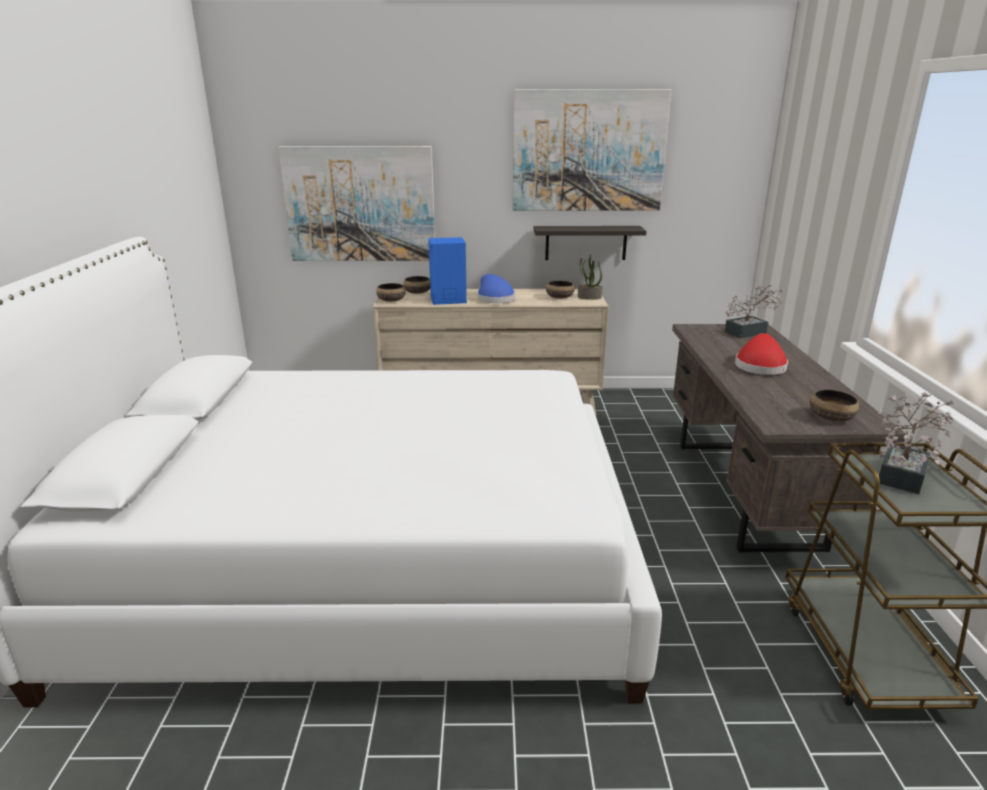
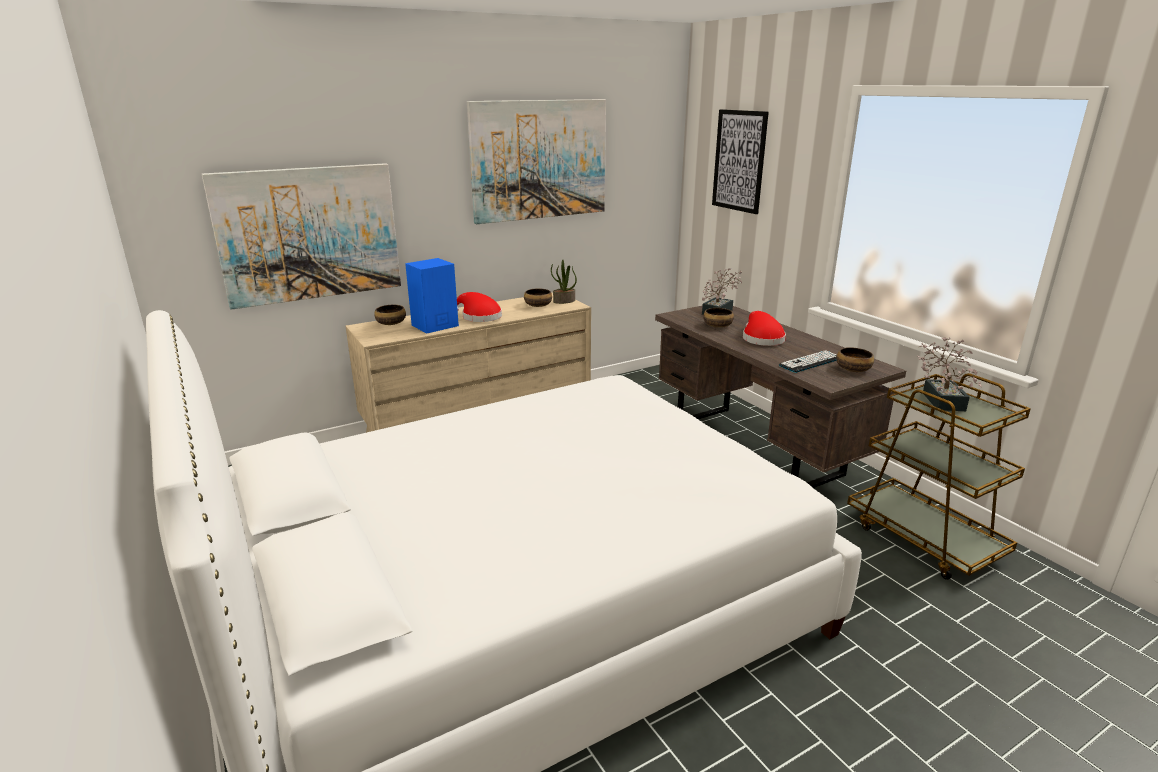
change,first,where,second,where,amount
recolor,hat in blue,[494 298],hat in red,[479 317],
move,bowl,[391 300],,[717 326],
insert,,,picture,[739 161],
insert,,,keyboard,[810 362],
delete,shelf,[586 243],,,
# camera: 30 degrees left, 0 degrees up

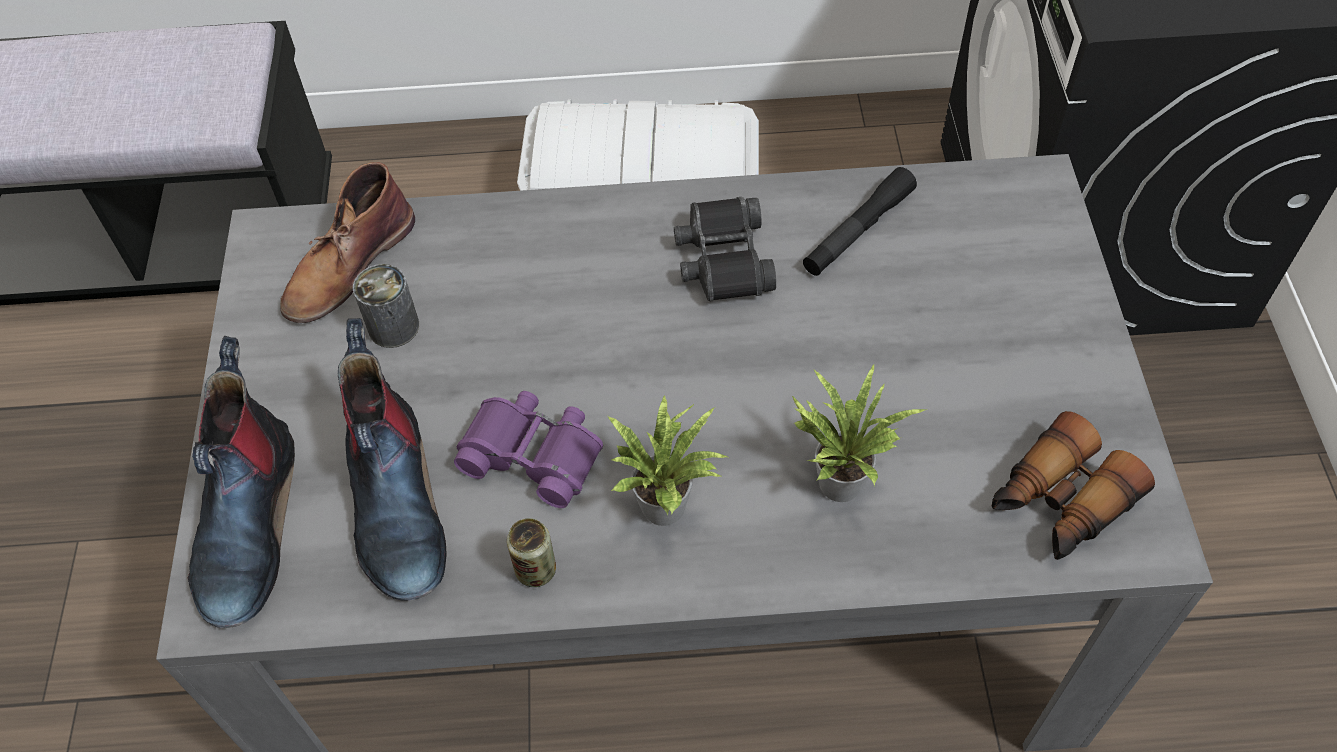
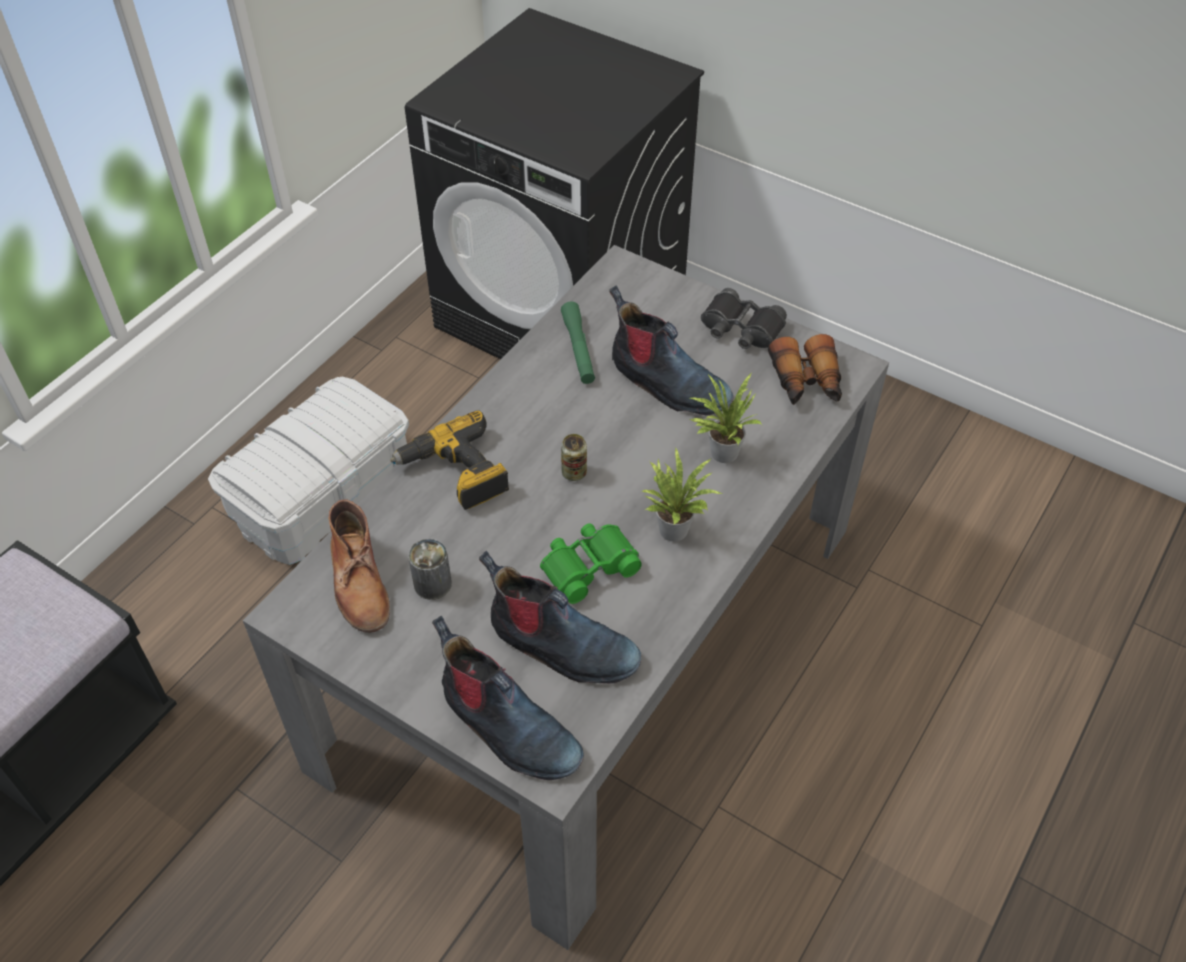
change,first,where,second,where,amount
insert,,,power drill,[456 473],
recolor,binoculars in purple,[533 454],binoculars in green,[588 566],
recolor,flashlight in black,[858 231],flashlight in green,[578 349],
move,can,[536 570],,[574 473],
insert,,,boot,[666 384],
move,binoculars in black,[723 259],,[741 329],
# camera: 55 degrees left, 5 degrees down

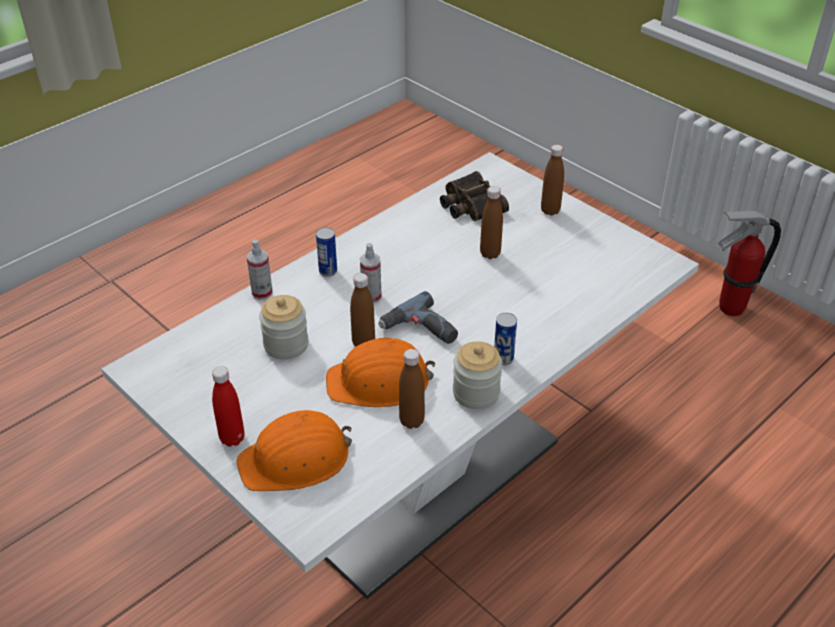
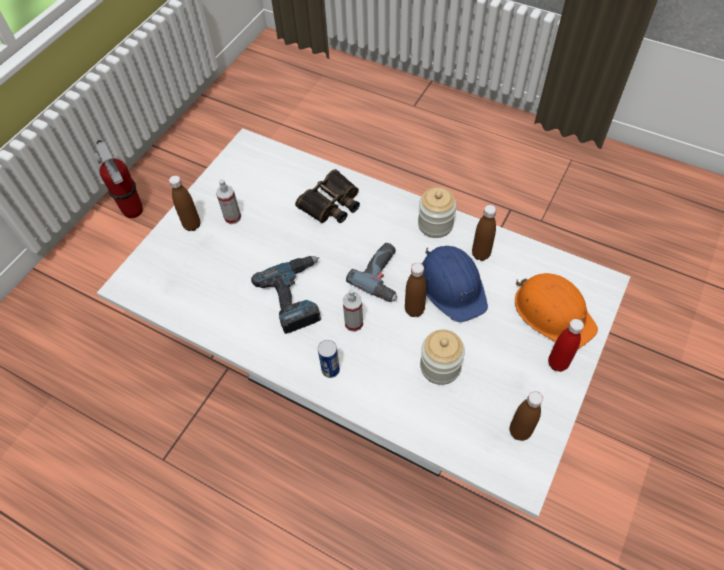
change,first,where,second,where,amount
move,spray bottle,[262 293],,[232 217],
insert,,,power drill,[296 296],
move,binoculars,[470 204],,[332 204],
recolor,hard hat in orange,[379 382],hard hat in blue,[452 285],
move,bottle in brown,[490 254],,[519 431],
delete,can,[503 358],,,
# camera: 105 degrees left, 15 degrees up

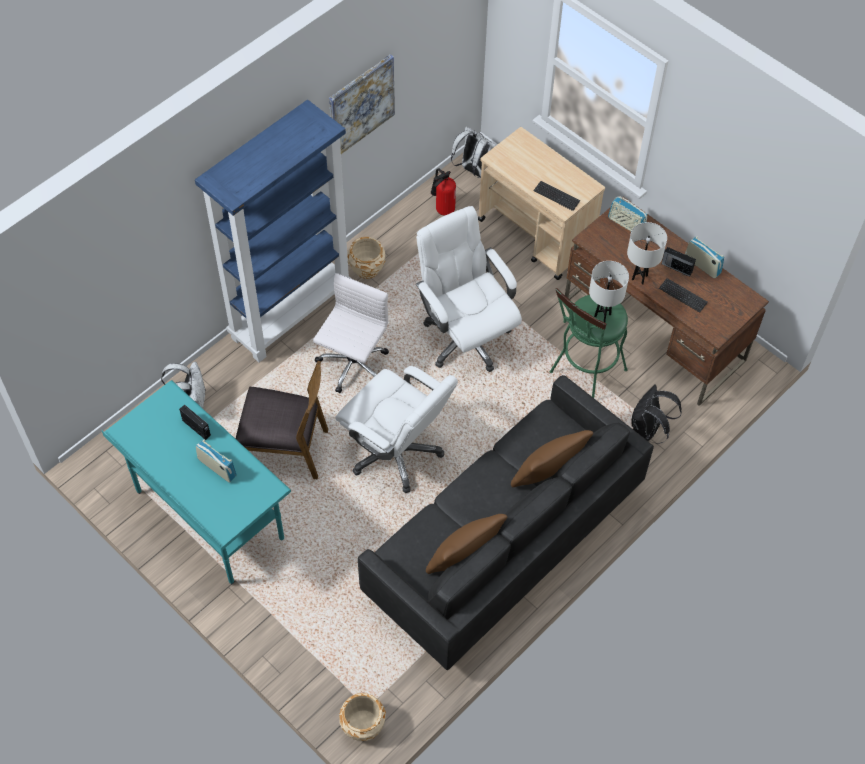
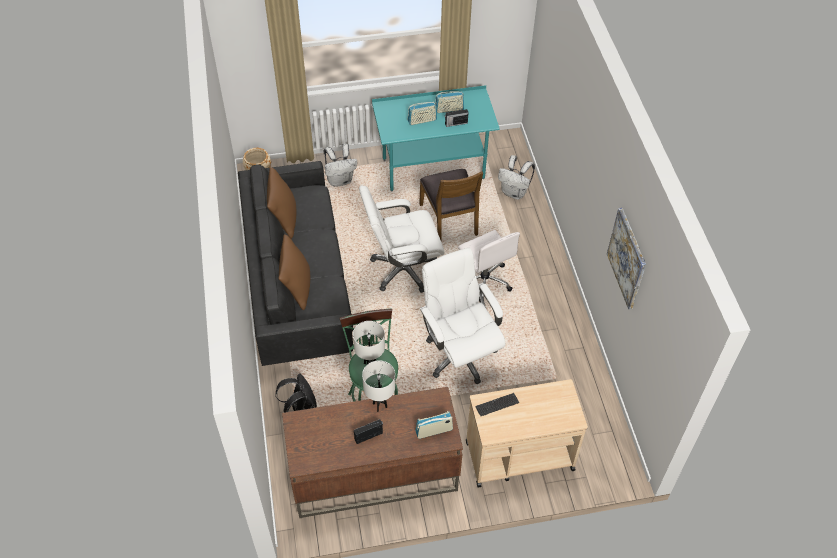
change,first,where,second,where,amount
move,backpack in white,[474 171],,[340 180],
rotate,chair in brown,[284 449],,[449 220],60 degrees counterclockwise
rotate,office chair in white,[465 337],,[459 354],120 degrees counterclockwise
move,radio,[702 265],,[449 109],
delete,bookcase in blue,[291 313],,,
delete,planter in beige,[366 268],,,
delete,fire extinguisher,[442 209],,,
delete,keyboard,[683 296],,,
# camera: 125 degrees right, 5 degrees down

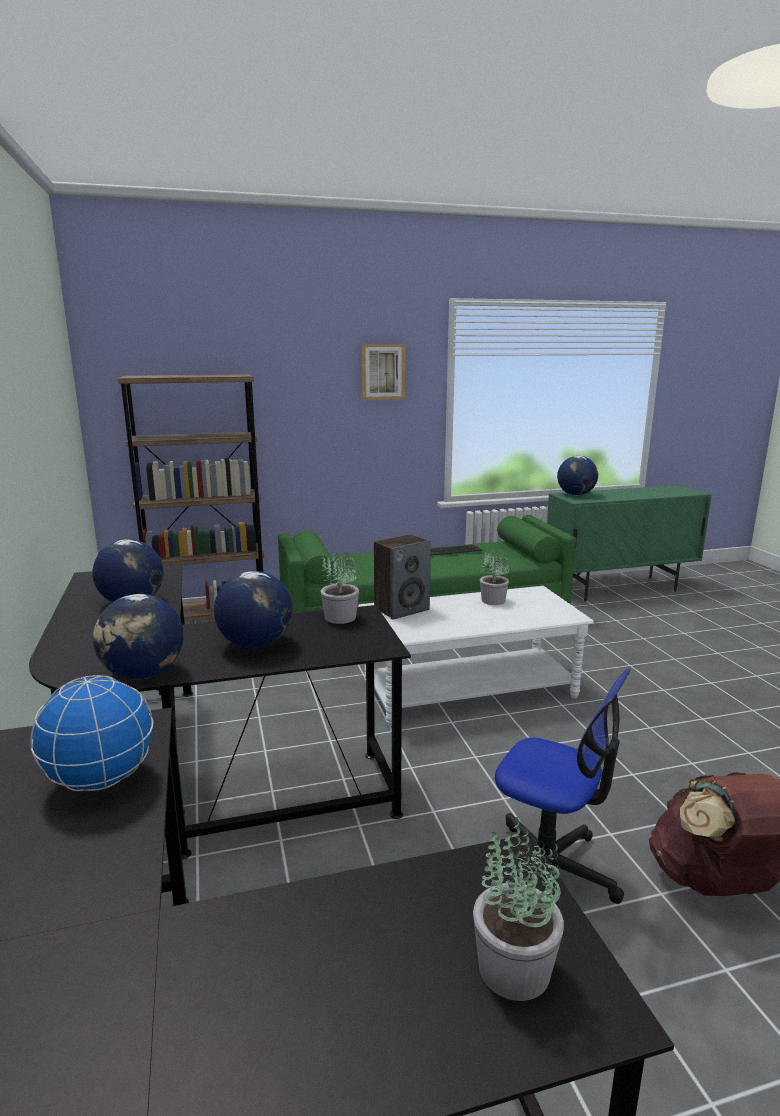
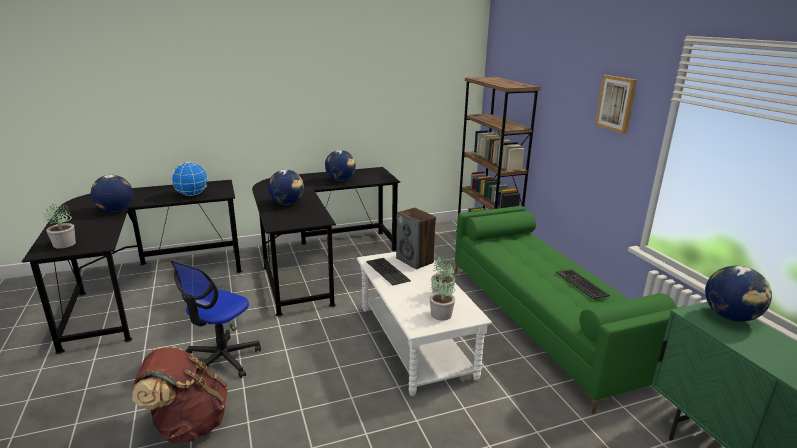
change,first,where,second,where,amount
move,globe,[143 674],,[115 210],
insert,,,keyboard,[388 271],
move,potted plant,[340 617],,[441 314],
# camera: 85 degrees right, 5 degrees up

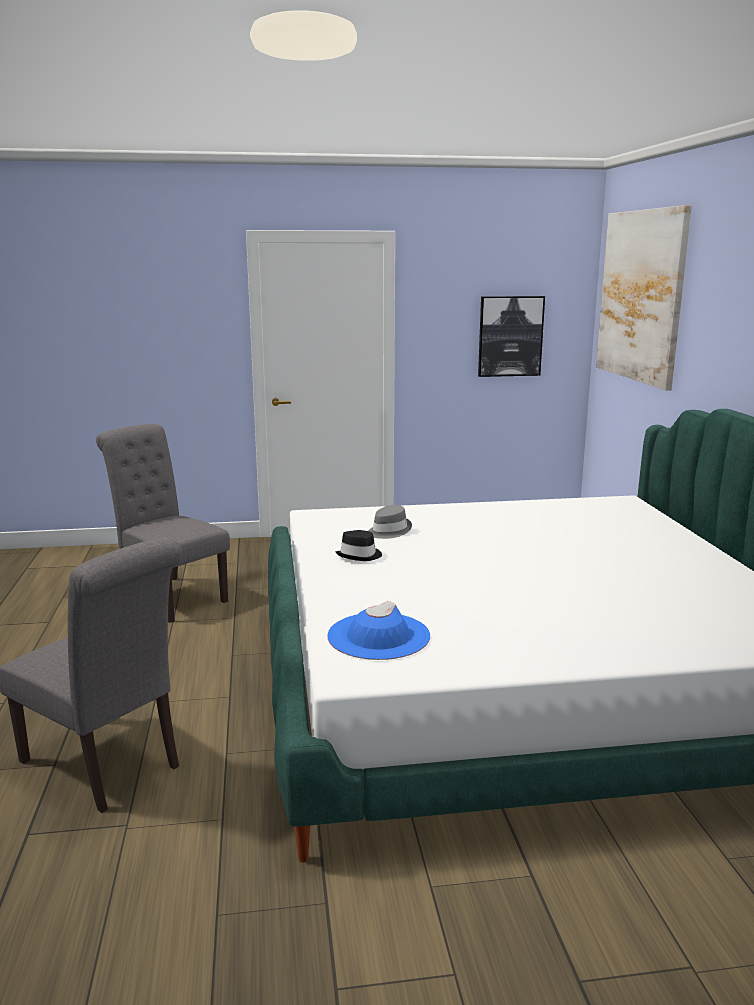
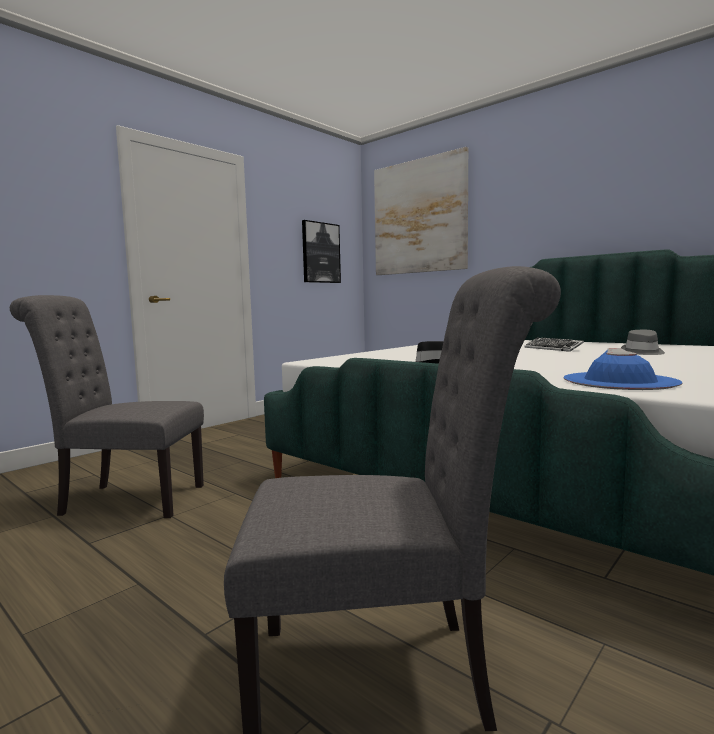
change,first,where,second,where,amount
insert,,,keyboard,[553 348],
move,hat in grey,[388 531],,[642 352],
# camera: 40 degrees left, 10 degrees down

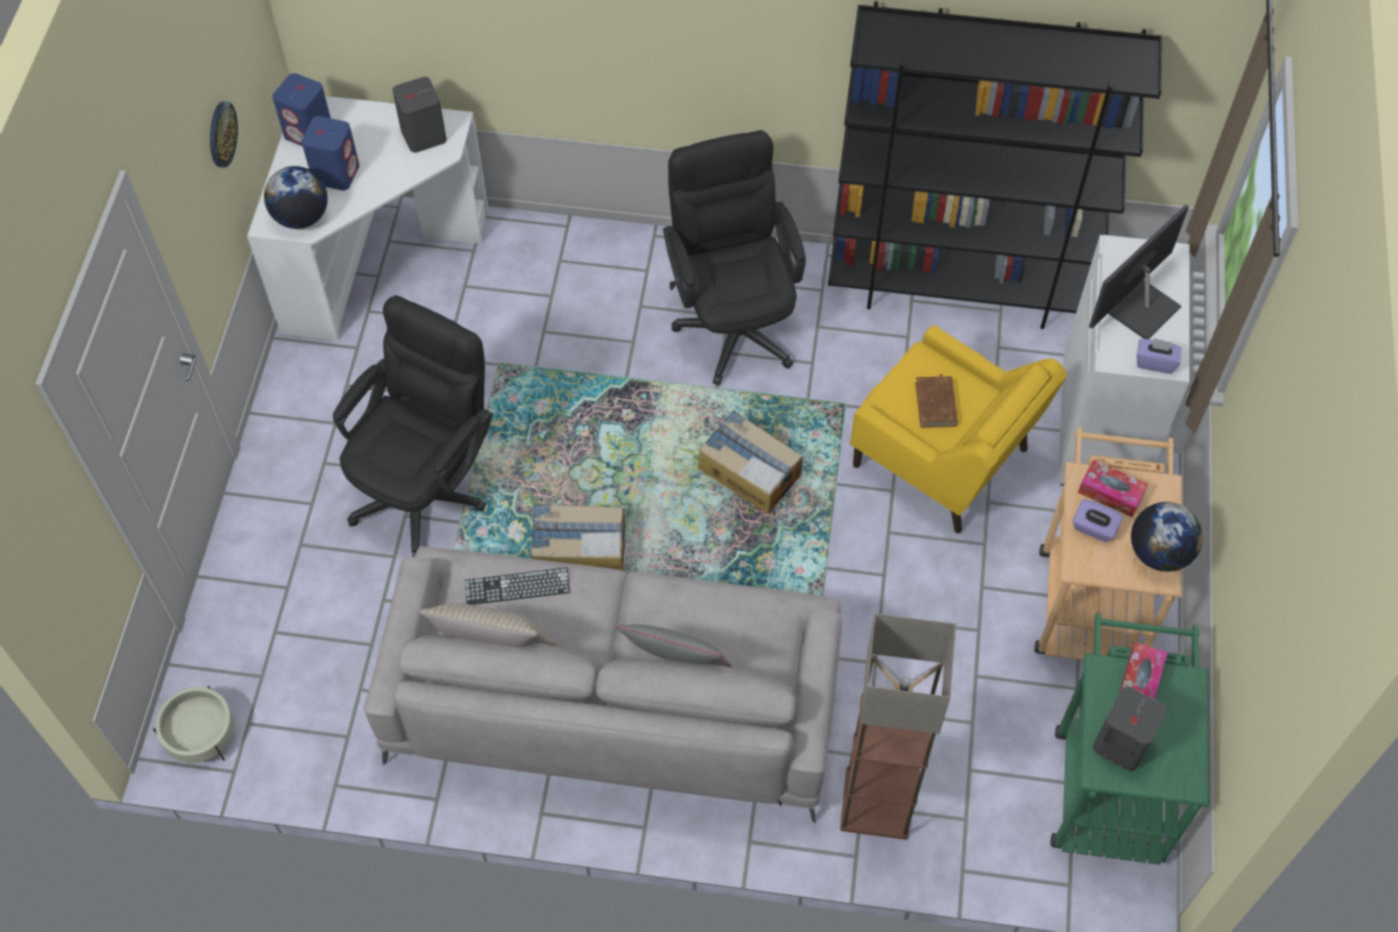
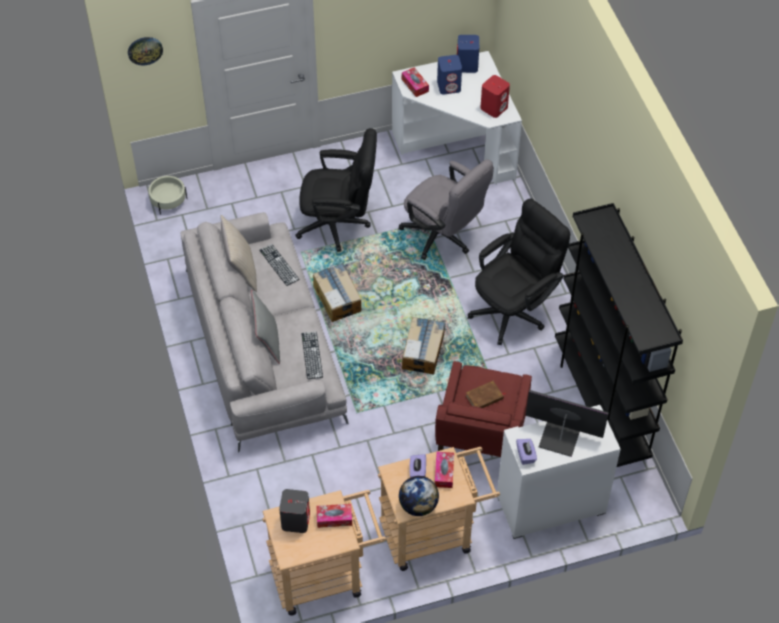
change,first,where,second,where,amount
move,wall clock,[221 134],,[145 50],
recolor,cart in green,[1108 780],cart in beige,[325 575],
insert,,,keyboard,[312 355],
insert,,,office chair in grey,[443 237],
replace,globe,[301 217],tissue box,[415 85],
recolor,armchair in yellow,[943 460],armchair in red,[481 435],
recolor,speaker in grey,[423 135],speaker in red,[494 107],
delete,floor lamp,[875 804],,,
# camera: 65 degrees right, 5 degrees down

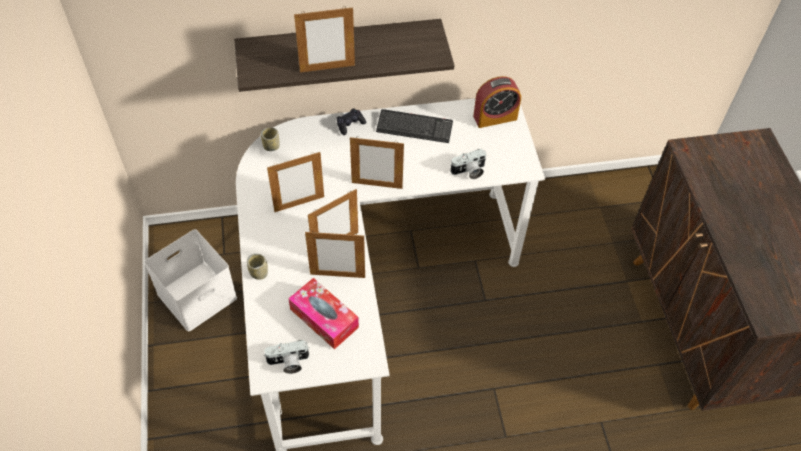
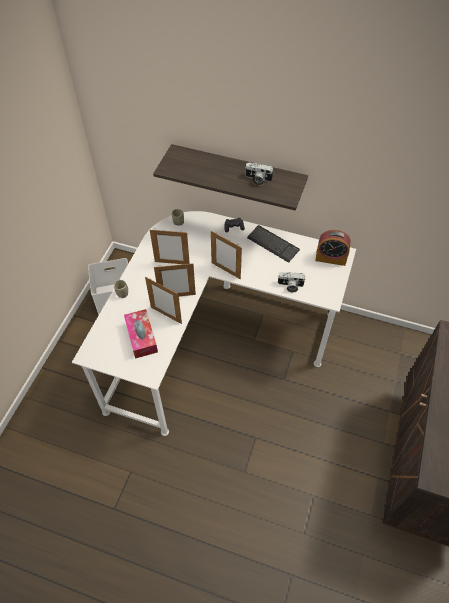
change,first,where,second,where,amount
move,photo camera,[288 363],,[257 179],
delete,picture frame,[327 68],,,
# camera: 30 degrees right, 0 degrees up

